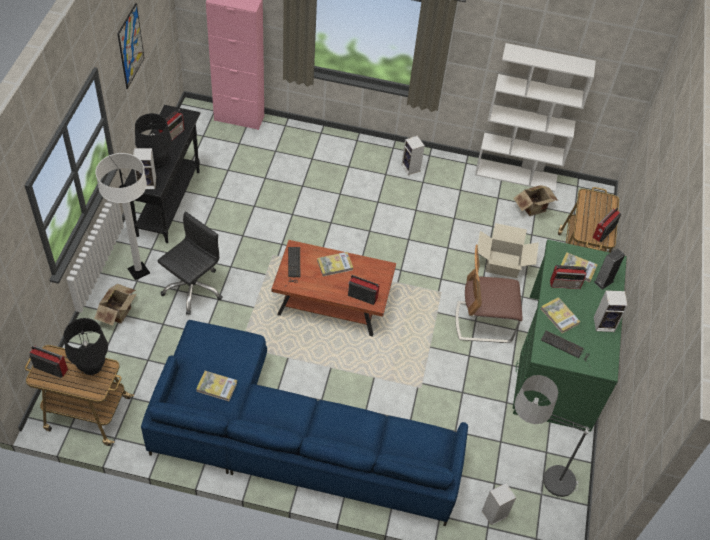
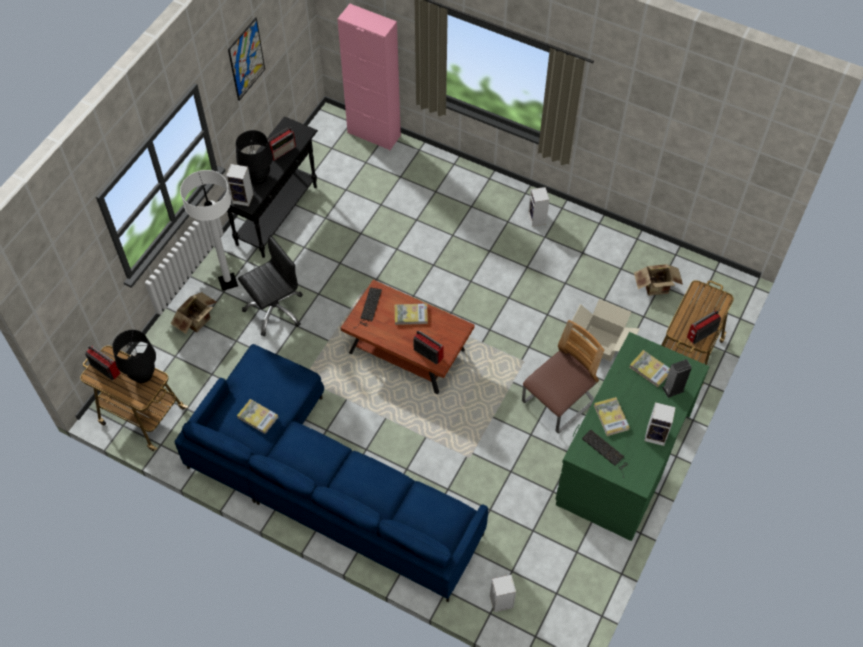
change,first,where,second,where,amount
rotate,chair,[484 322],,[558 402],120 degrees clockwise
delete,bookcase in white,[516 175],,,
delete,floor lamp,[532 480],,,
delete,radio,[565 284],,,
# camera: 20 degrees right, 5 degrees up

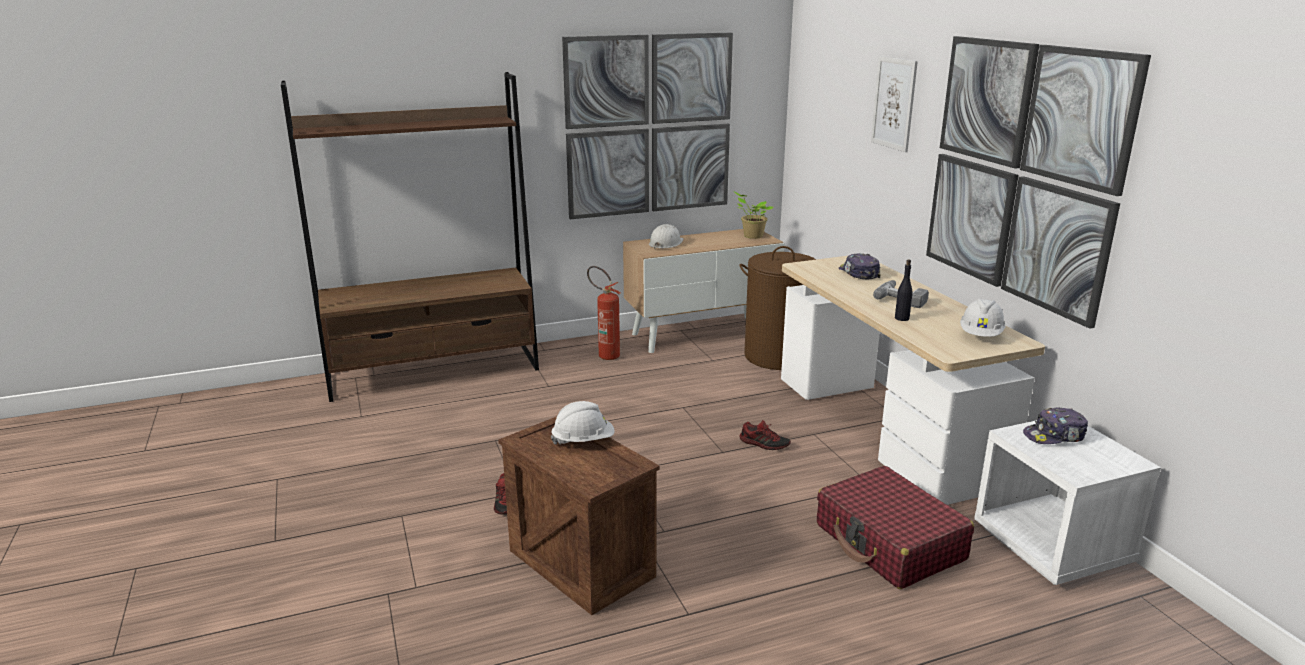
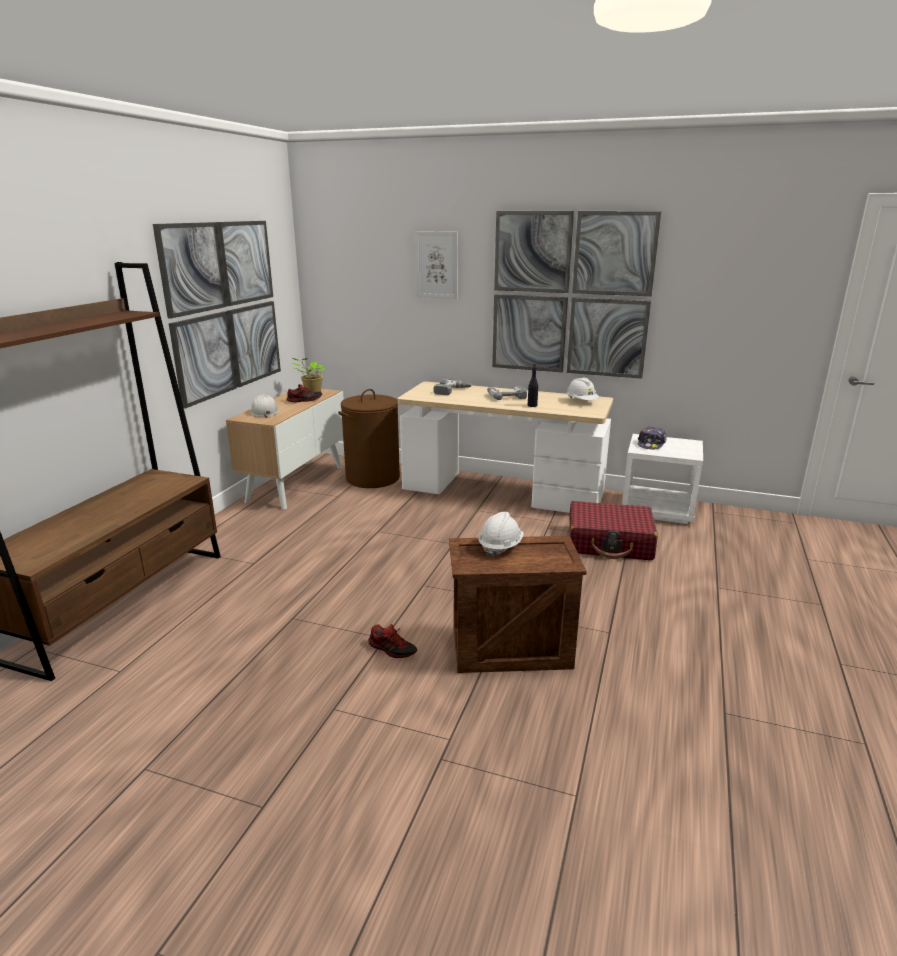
change,first,where,second,where,amount
move,shoe,[764 444],,[304 400],
replace,cap,[858 274],power drill,[452 391],
delete,fire extinguisher,[605 355],,,
# camera: 50 degrees left, 0 degrees up

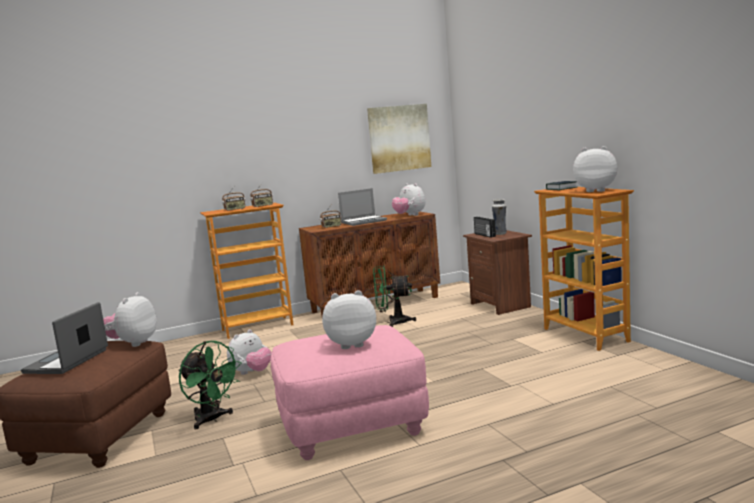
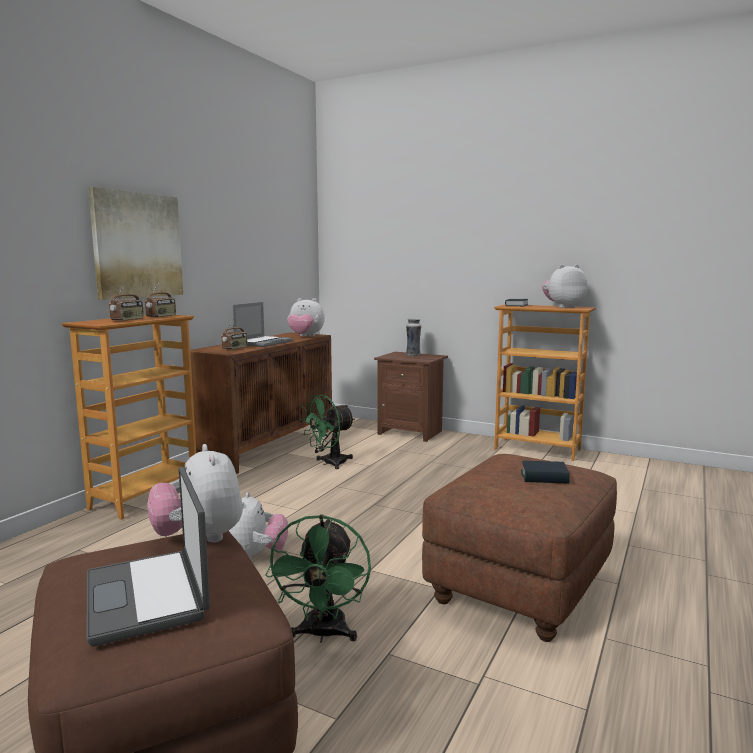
change,first,where,second,where,amount
move,picture,[399 138],,[137 245],
rotate,fan in green,[212 419],,[323 634],90 degrees clockwise
recolor,ottoman in pink,[352 427],ottoman in brown,[519 587],
replace,plush toy,[351 344],book,[544 477],
delete,radio,[484 235],,,
# camera: 40 degrees left, 0 degrees up

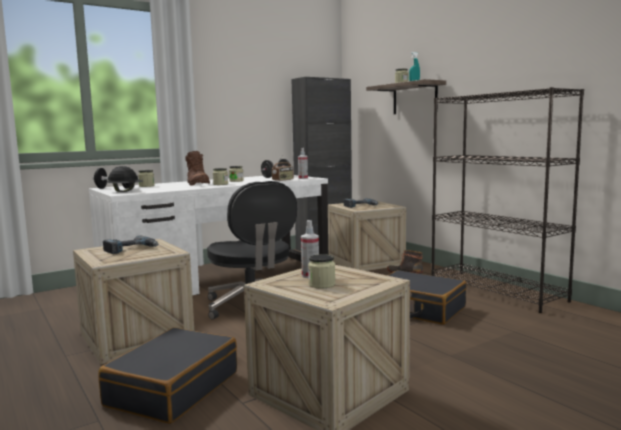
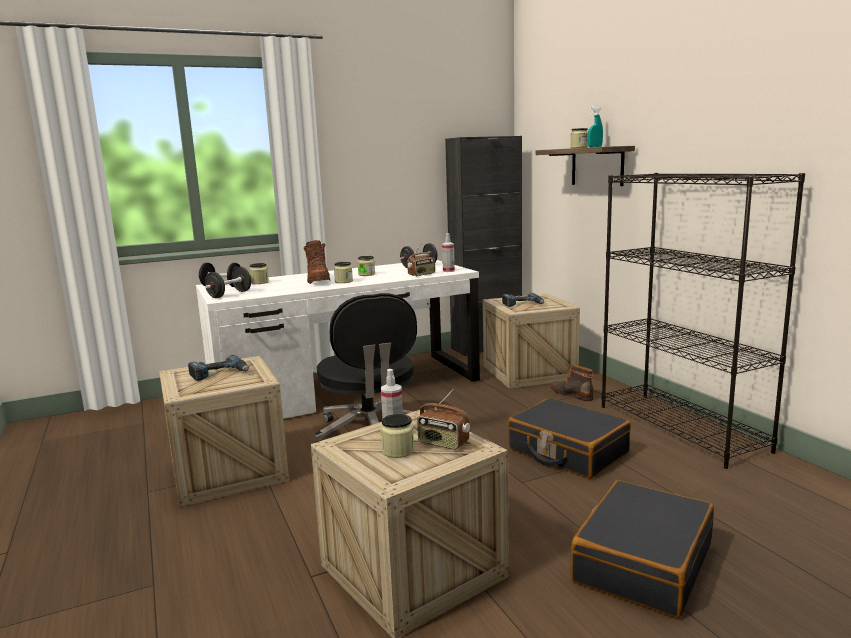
change,first,where,second,where,amount
replace,hard hat in black,[126 191],dumbbell in black,[229 294],
insert,,,radio,[443 443],
move,suitcase in black,[172 388],,[642 562],
# camera: 10 degrees right, 5 degrees up

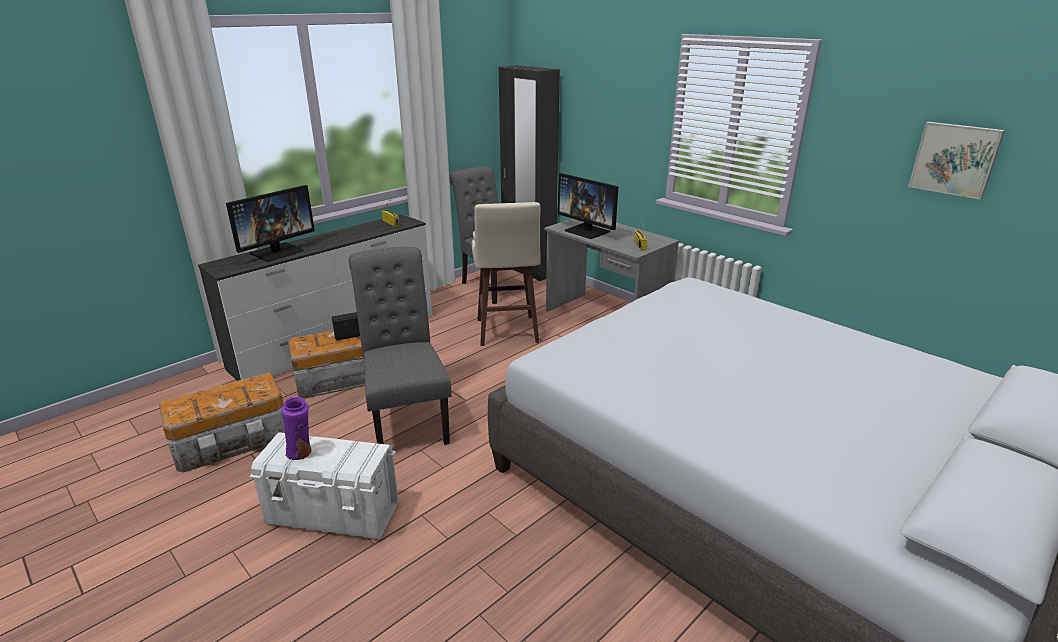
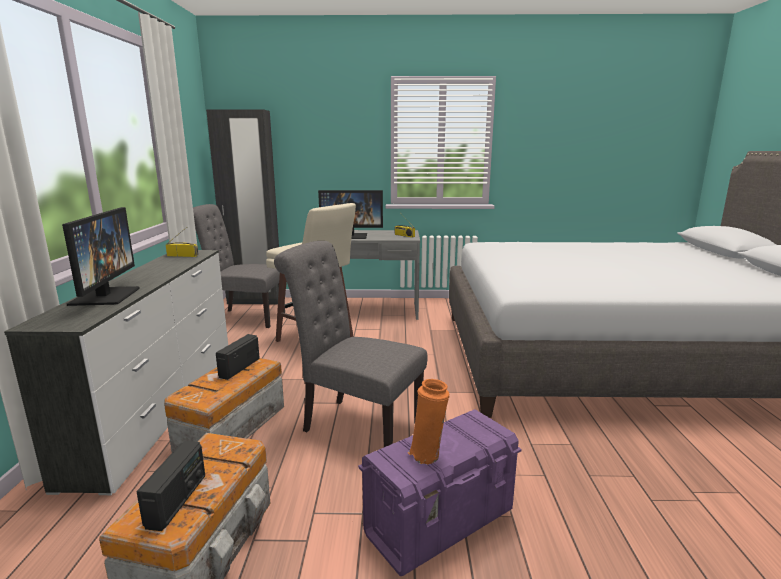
change,first,where,second,where,amount
insert,,,radio,[177 500],
recolor,storage box in white,[334 514],storage box in purple,[440 522],
recolor,vase in purple,[301 453],vase in orange,[427 454],
delete,picture,[955 159],,,
# camera: 45 degrees left, 10 degrees down

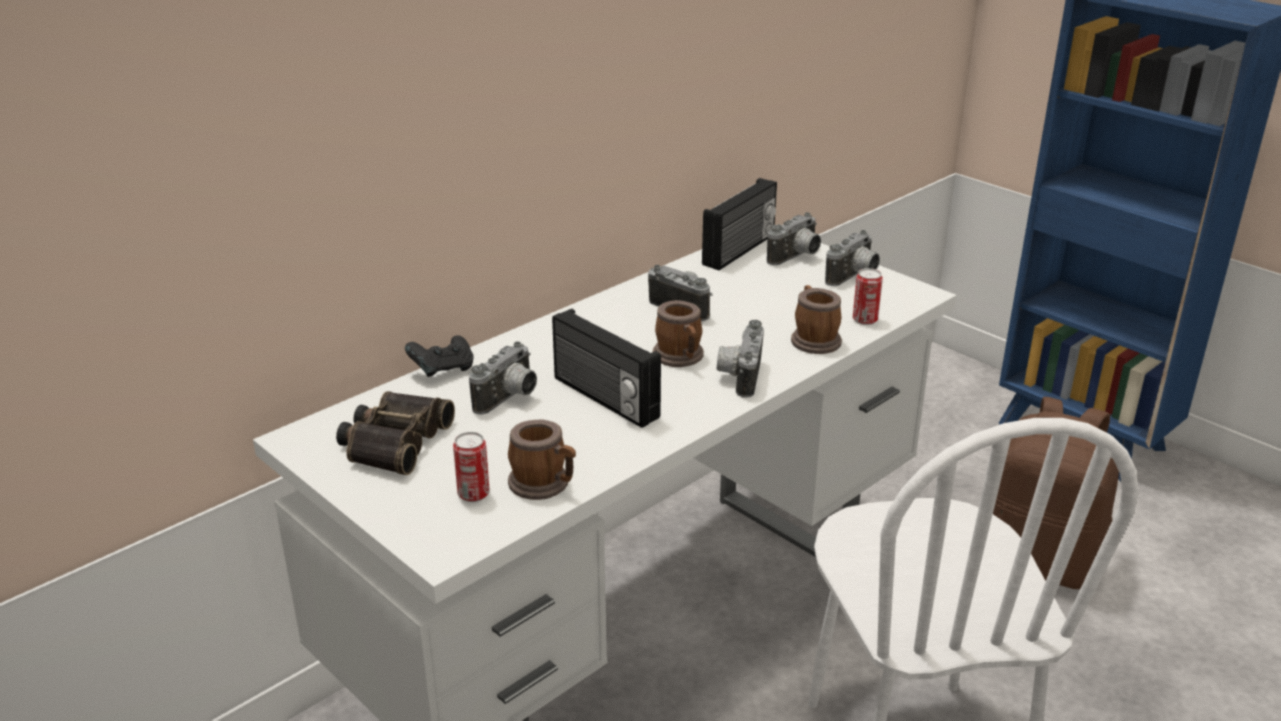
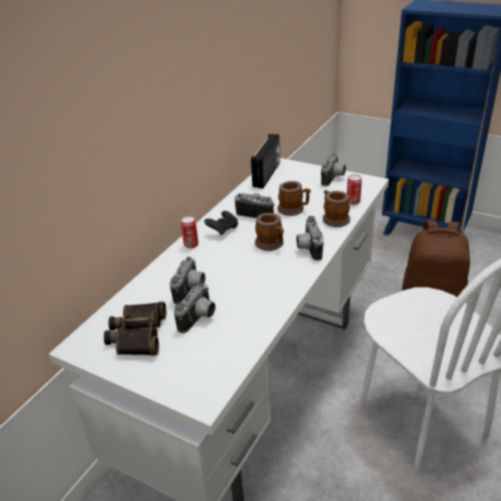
change,first,where,second,where,amount
move,photo camera,[797 257],,[199 319],
move,can,[473 494],,[191 245],
move,game controller in black,[443 370],,[223 230],
move,mug,[544 485],,[293 209],
delete,radio,[604 398],,,
# camera: 15 degrees left, 5 degrees up

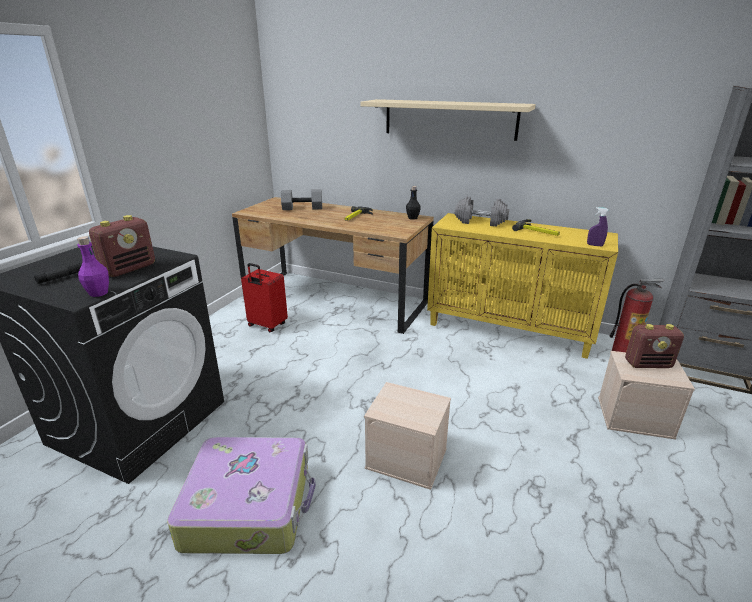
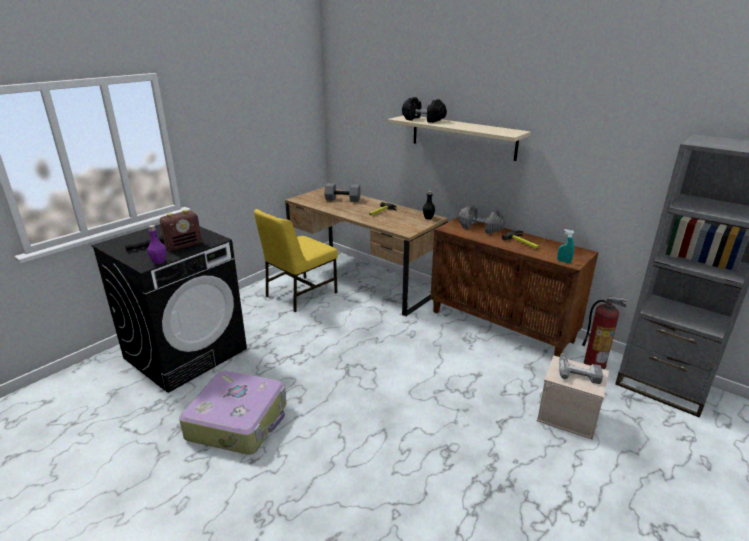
change,first,where,second,where,amount
replace,suitcase in red,[267 325],chair in yellow,[299 294],
insert,,,dumbbell in black,[423 120],
recolor,cabinet in yellow,[509 329],cabinet in brown,[502 326],
recolor,spray bottle in purple,[594 245],spray bottle in turquoise,[564 261],
replace,radio,[648 364],power drill,[578 371],
delete,storage box in beige,[407 458],,,
# camera: 15 degrees right, 0 degrees up

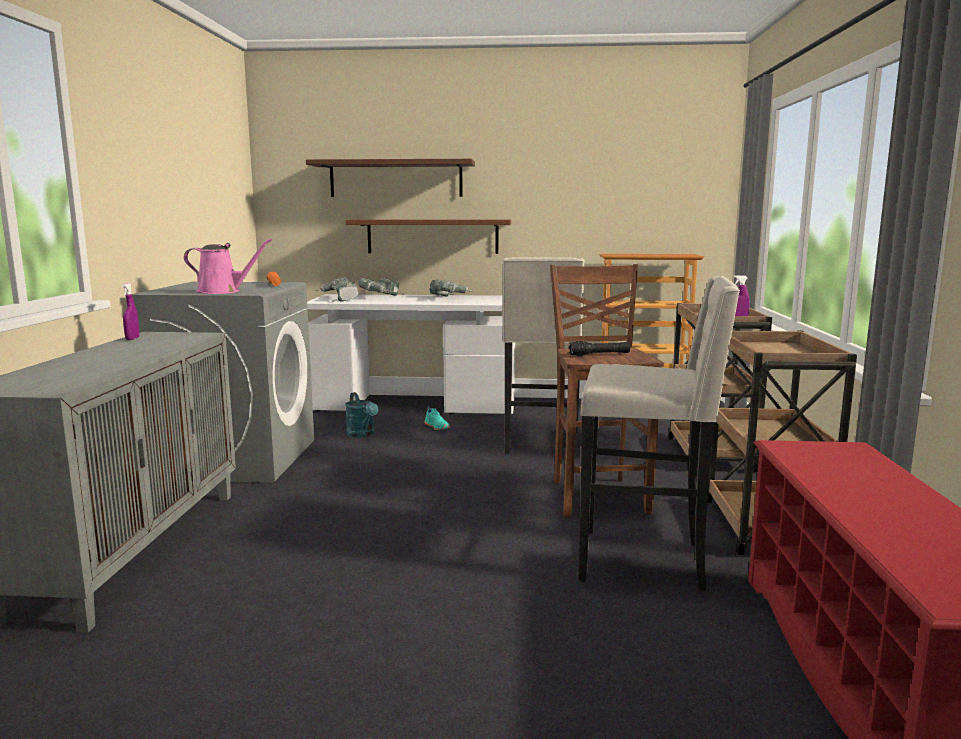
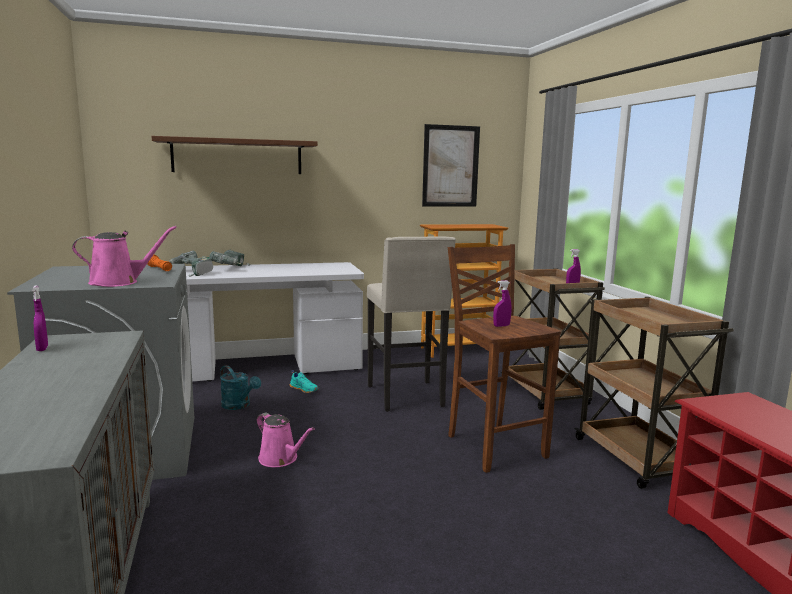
change,first,where,second,where,amount
insert,,,watering can in pink,[280 459],
insert,,,picture,[450 166],
replace,flashlight in black,[599 354],spray bottle in purple,[501 326],
delete,shelf in brown,[432 236],,,
delete,power drill,[449 298],,,
delete,stool in beige,[644 560],,,
# camera: 20 degrees left, 0 degrees up

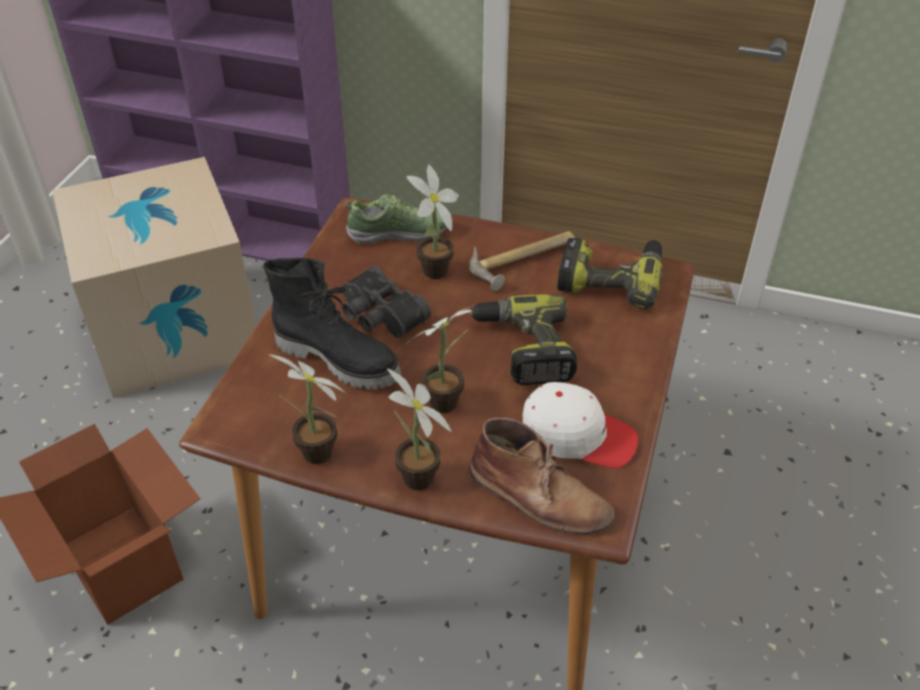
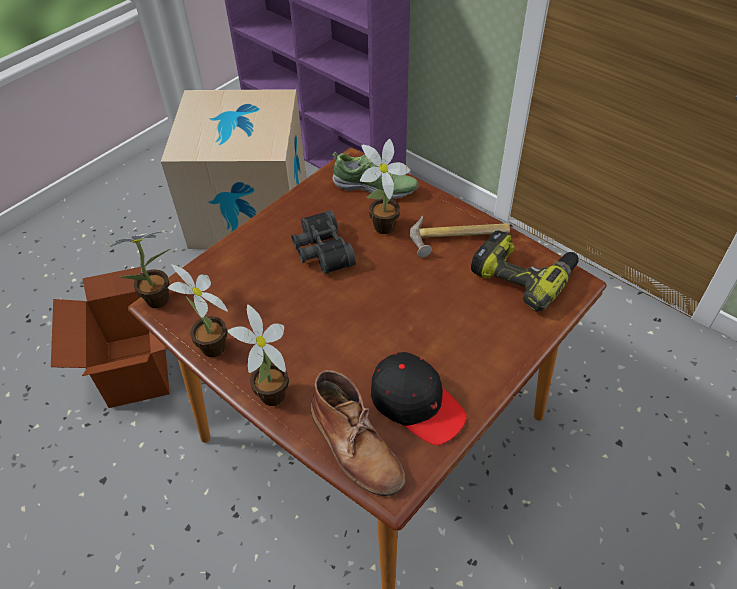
change,first,where,second,where,amount
move,potted plant,[448 401],,[162 299],
recolor,cap in white,[577 435],cap in black,[416 403],
delete,boot in black,[339 359],,,
delete,power drill,[524 348],,,
# camera: 25 degrees right, 5 degrees up

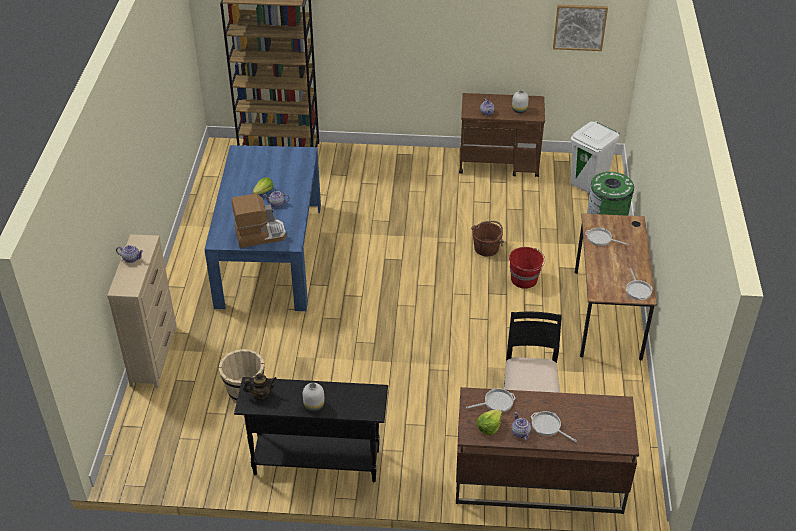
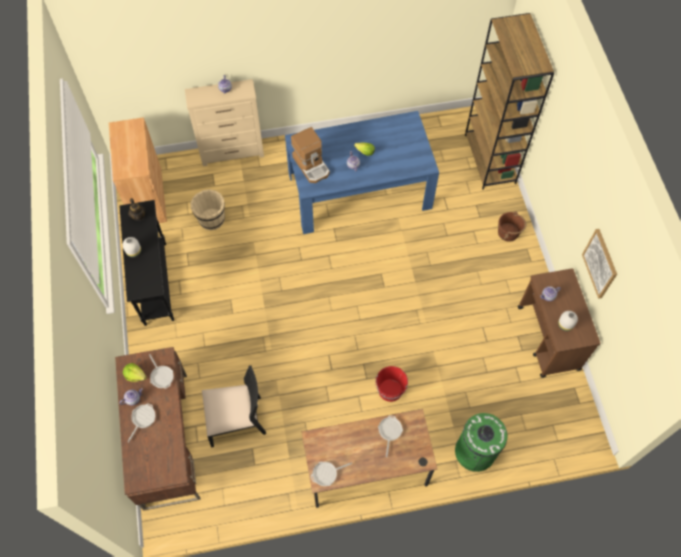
change,first,where,second,where,amount
insert,,,cabinet in brown,[147 197],
move,bucket in brown,[486 248],,[508 232],
move,picture,[579 27],,[600 263],
delete,trash can in white,[588 184],,,
# camera: 75 degrees right, 20 degrees up

